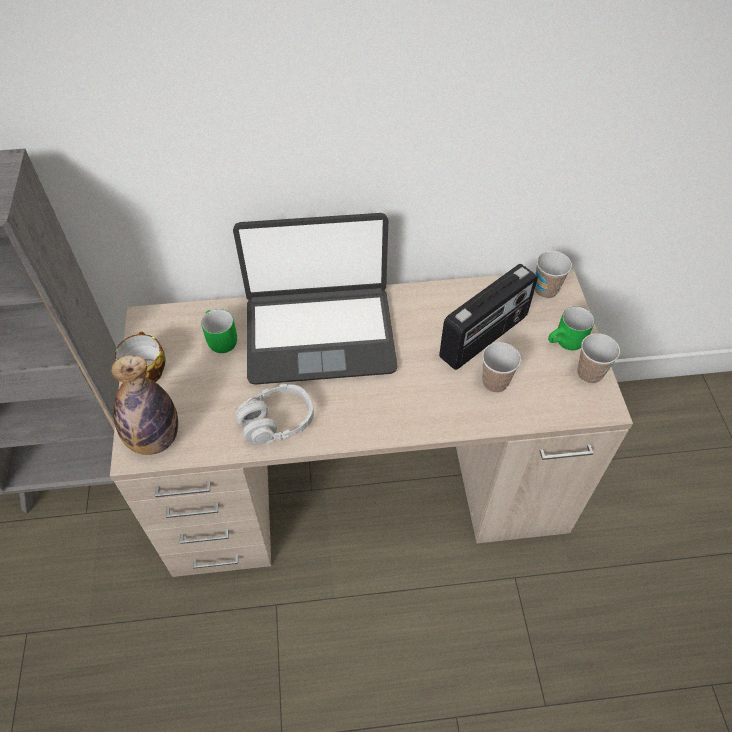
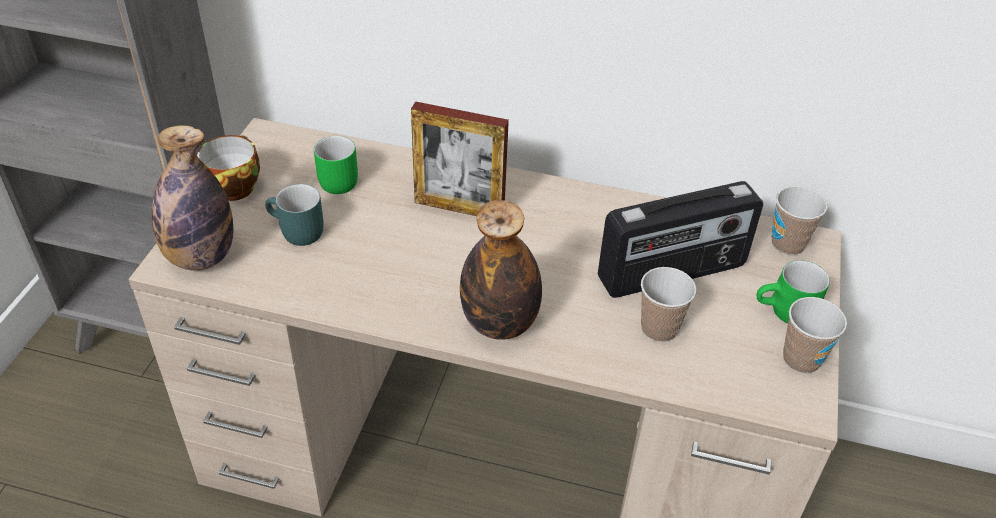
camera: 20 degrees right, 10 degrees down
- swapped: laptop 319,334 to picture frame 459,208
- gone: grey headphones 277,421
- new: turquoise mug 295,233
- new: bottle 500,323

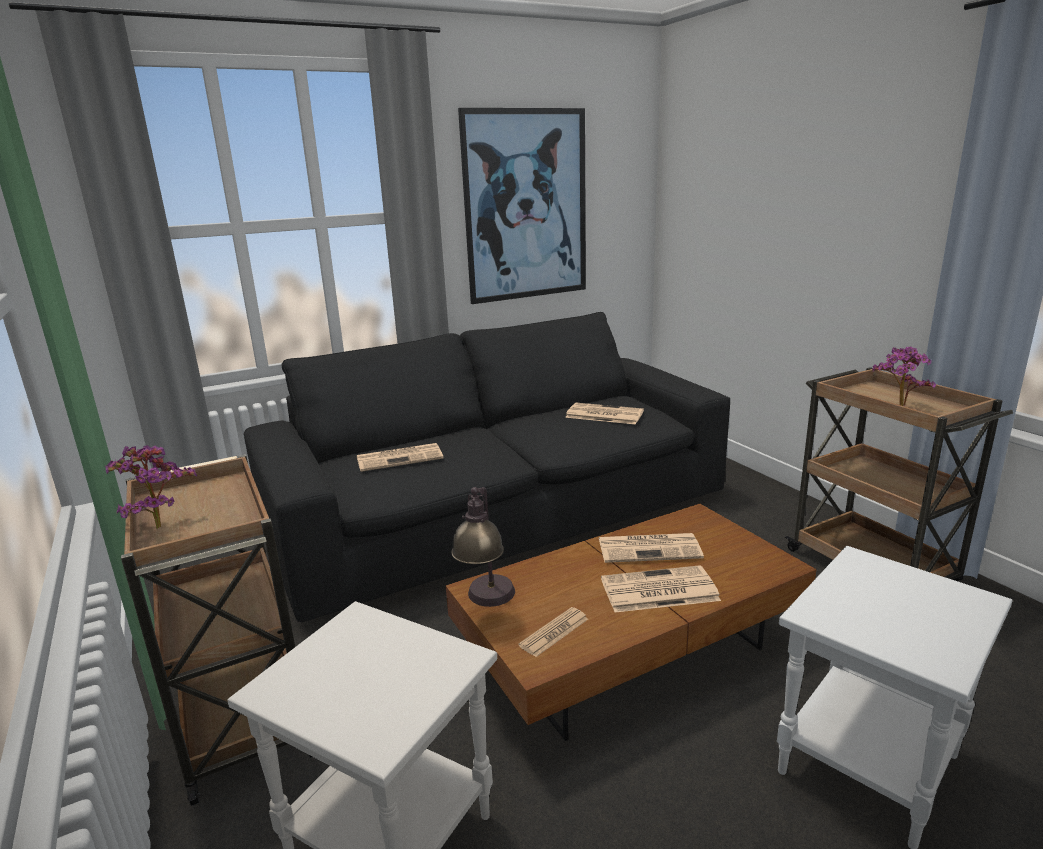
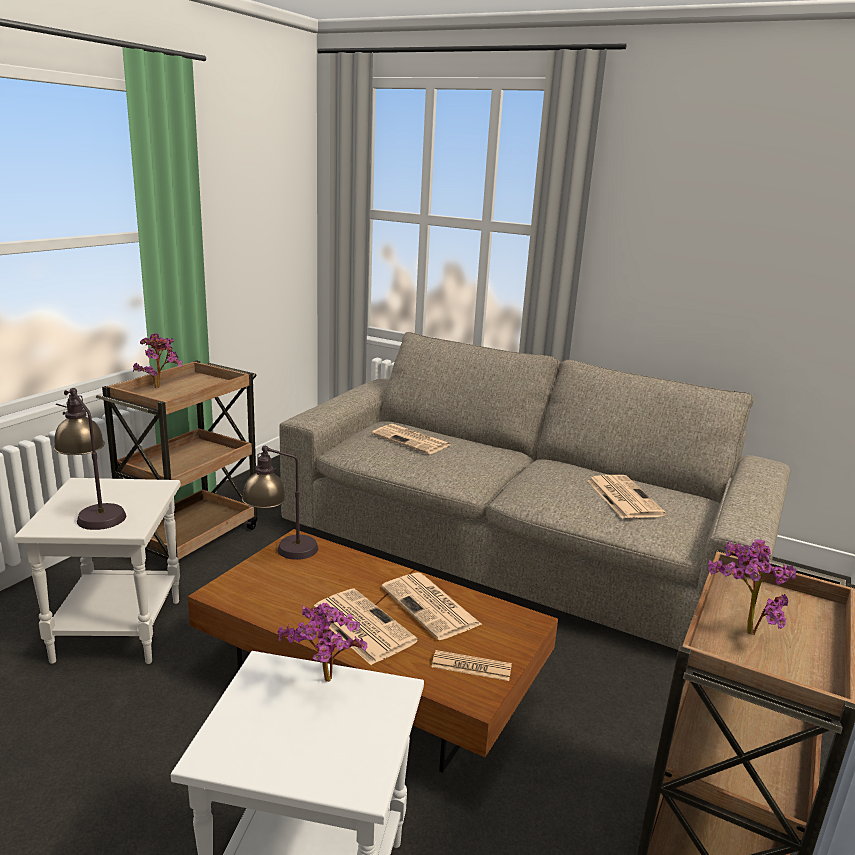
camera: 55 degrees right, 0 degrees up
- gone: picture 526,206
- repainted: black sofa 501,514 to beige sofa 515,548
- shifted: newspaper 554,632 to 471,666
- new: table lamp 93,512
- new: potted plant 324,684

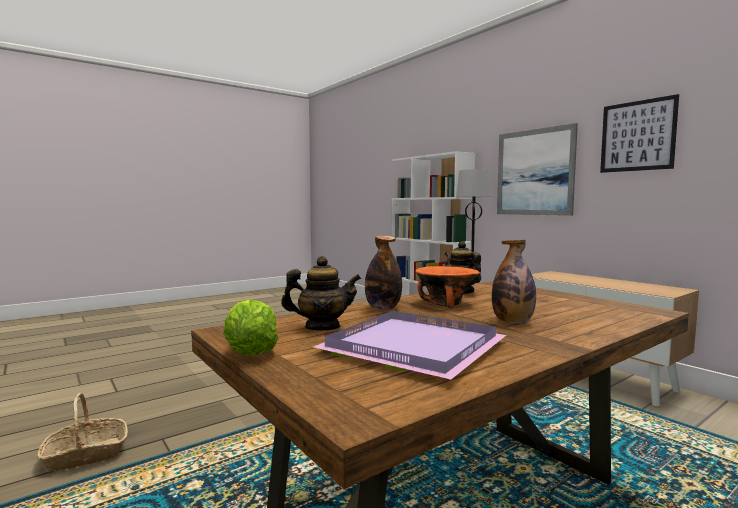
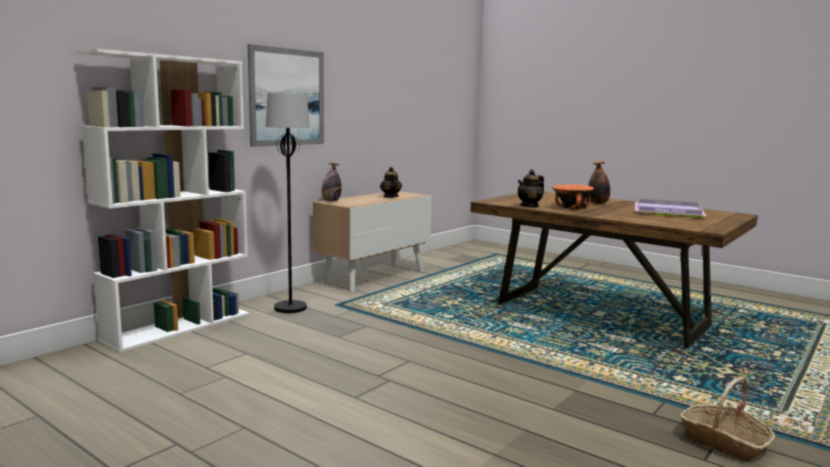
camera: 105 degrees left, 5 degrees up
- gone: picture 637,136
- shifted: bottle 383,308 to 331,201
- shifted: teapot 322,327 to 390,197
- gone: lettuce 250,353

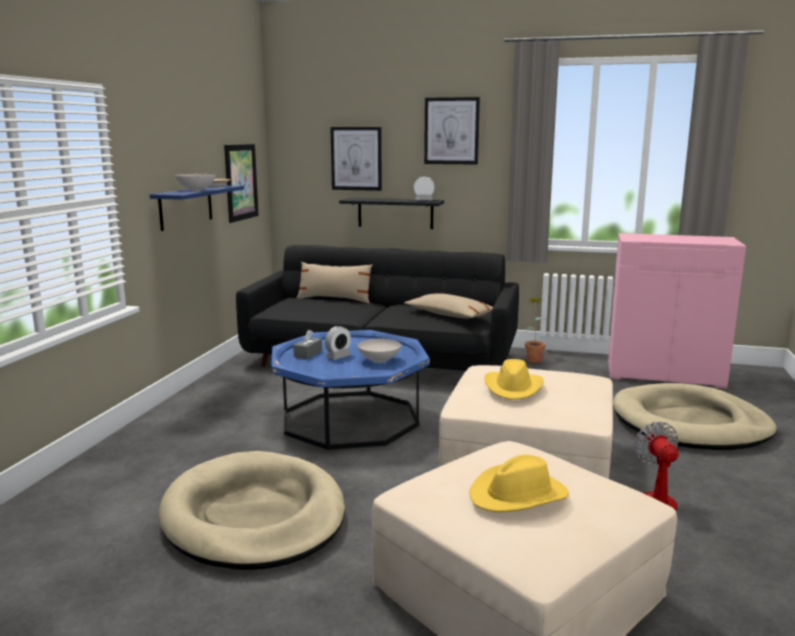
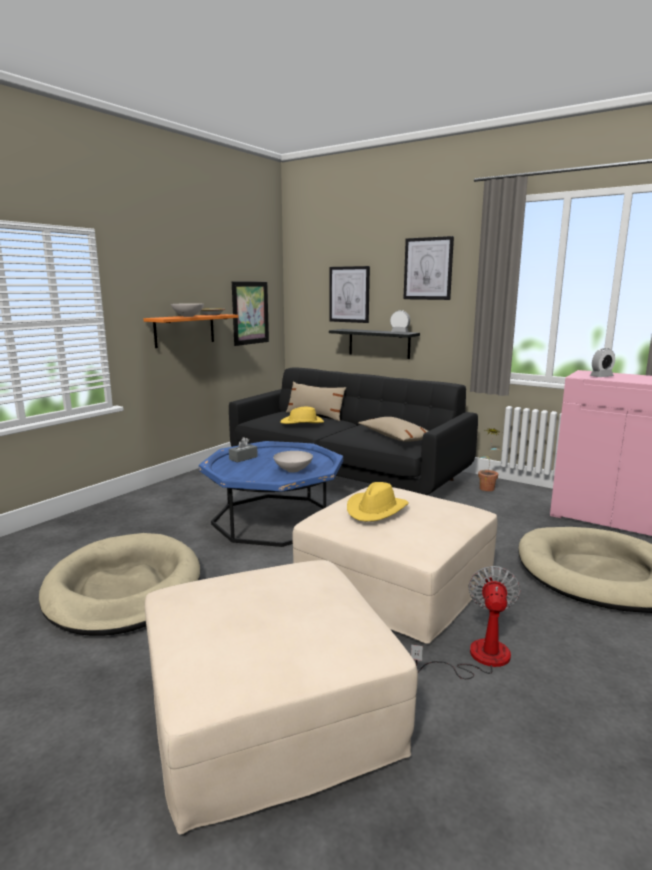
camera: 20 degrees right, 0 degrees up
- repainted: blue shelf 186,207 to orange shelf 184,330
- shifted: alarm clock 338,356 to 601,376
- shifted: yellow hat 518,495 to 302,422

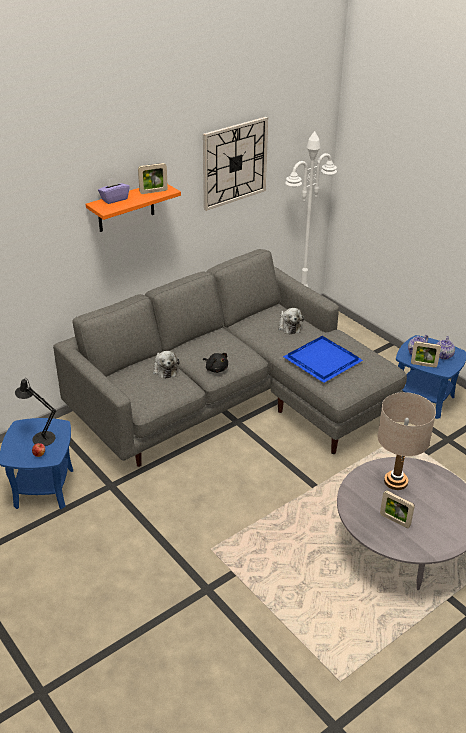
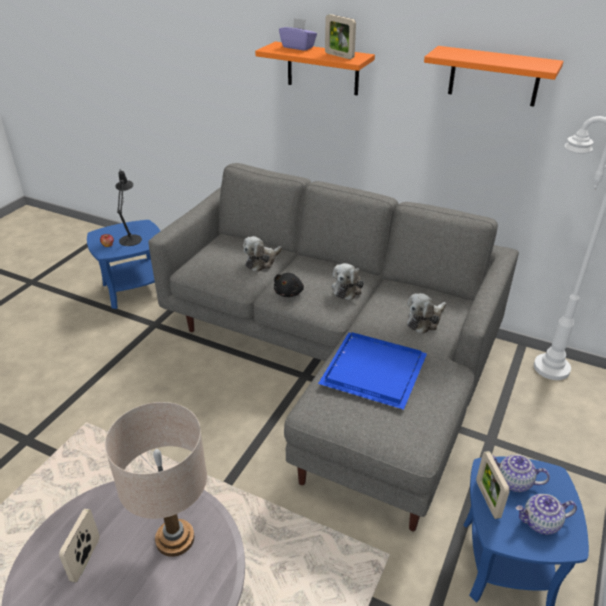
camera: 65 degrees right, 0 degrees up
- swapped: wall clock 234,163 to orange shelf 494,76
- new: plush toy 347,288

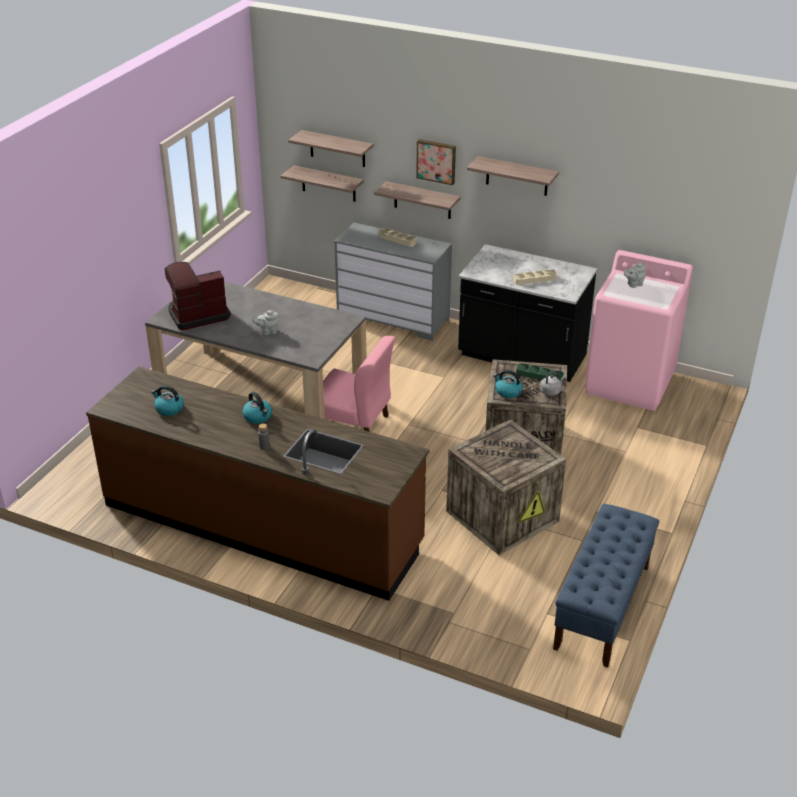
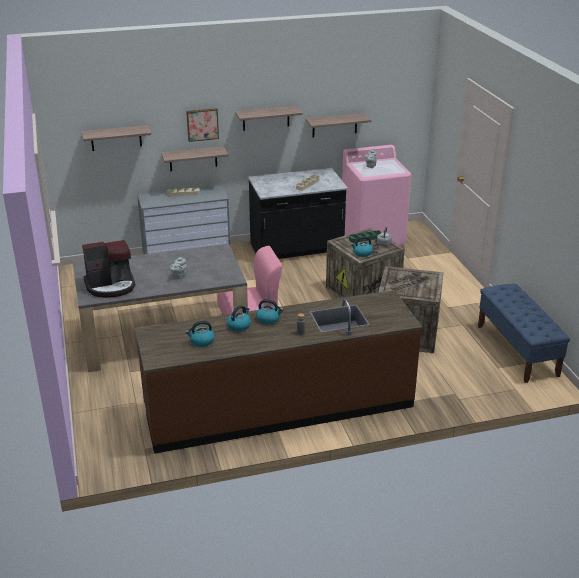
camera: 40 degrees left, 5 degrees down
- shifted: shelf 328,184 to 334,125
- rotated: coffee machine 197,314 = 111,286 135 degrees counterclockwise
- new: kettle 239,326

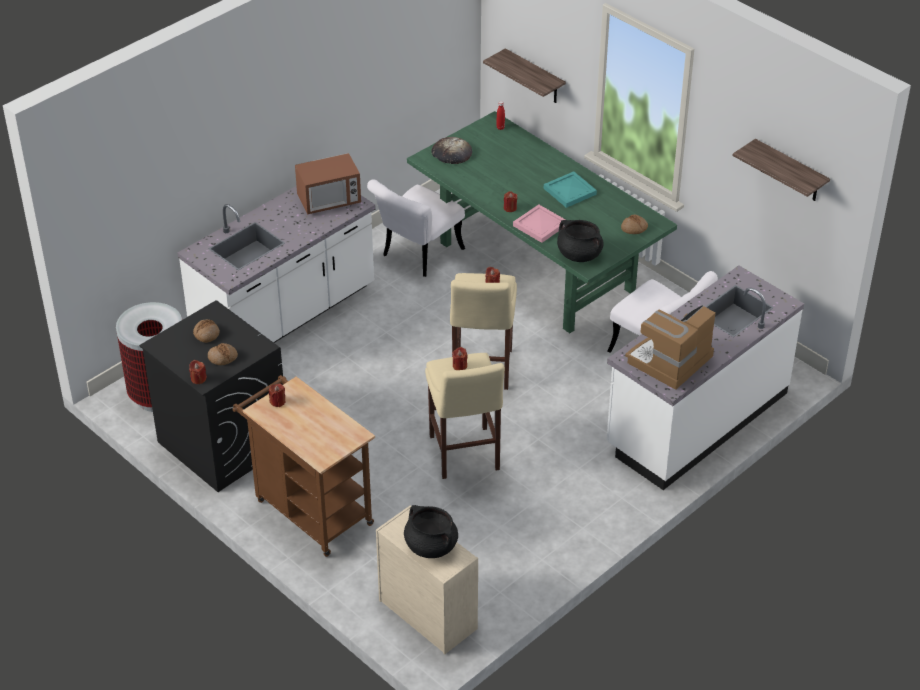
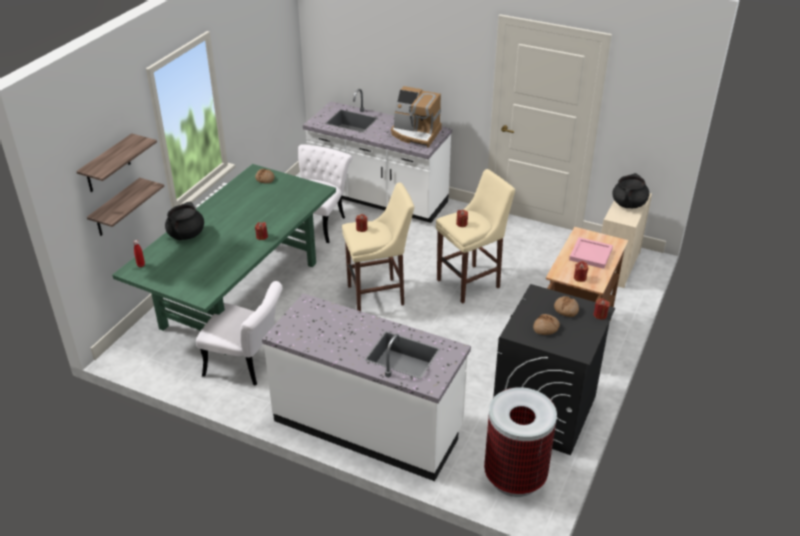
camera: 110 degrees left, 5 degrees down
- gone: bread 451,153
- shifted: shelf 790,172 to 107,164
- gone: microwave 329,201
- gone: turquoise tray 569,192
- shifted: pink tray 539,225 to 591,255
- shifted: black cooking pot 579,255 to 186,235

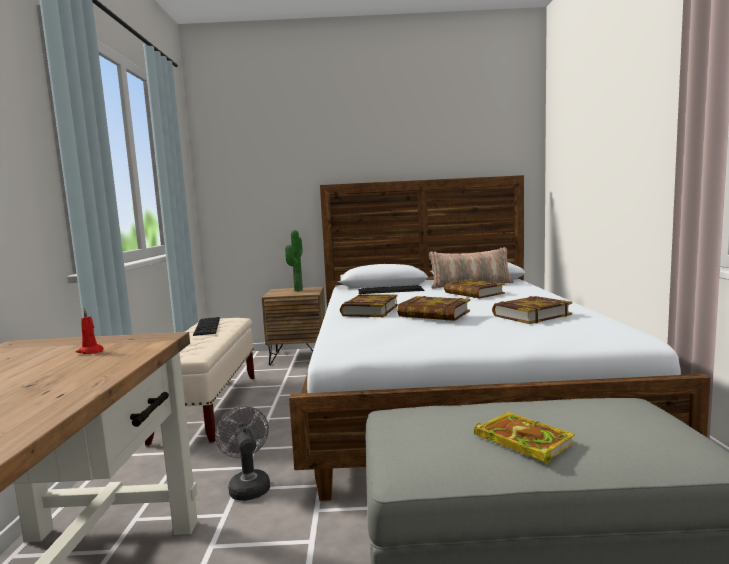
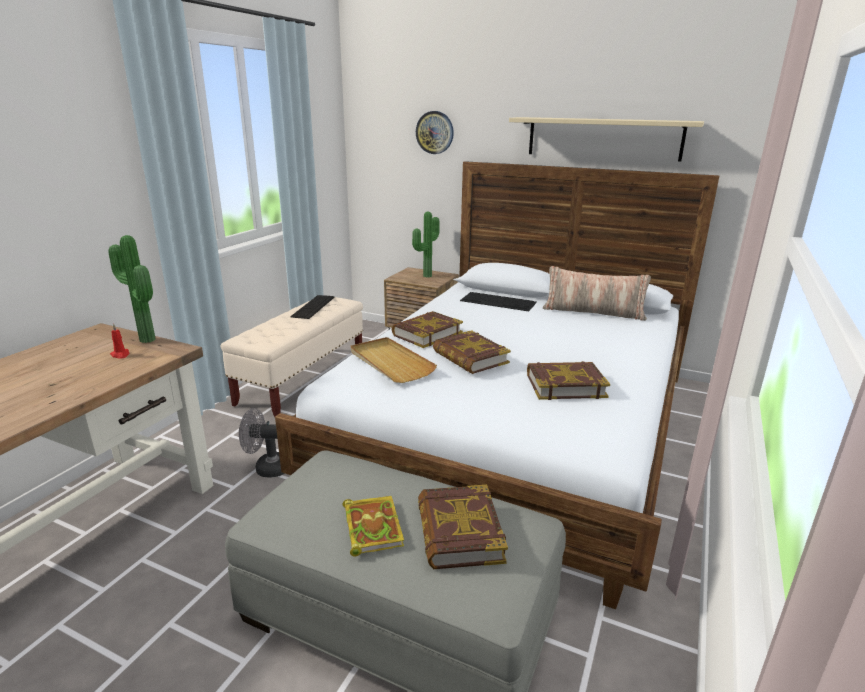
camera: 25 degrees right, 15 degrees up
- shifted: book 473,293 to 459,532
- rotated: grey fan 248,486 = 267,468 90 degrees counterclockwise
- new: wall clock 435,132
- new: beige shelf 603,138
- new: potted plant 144,341
- new: beige tray 390,362

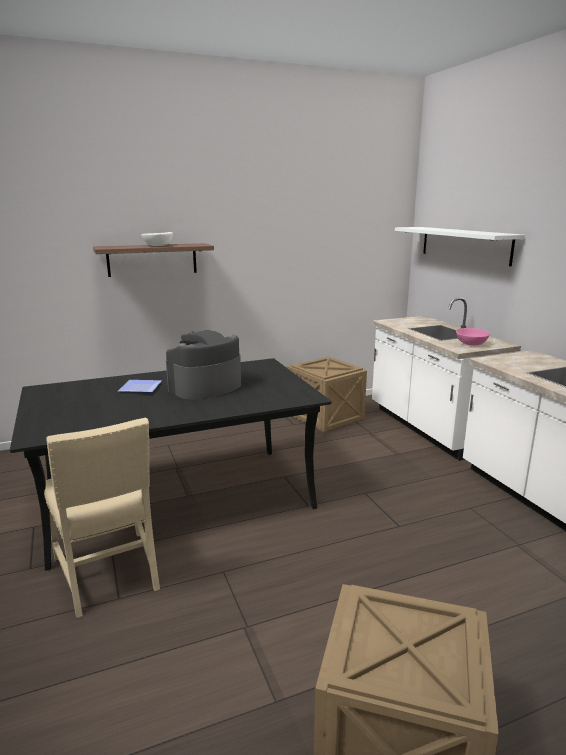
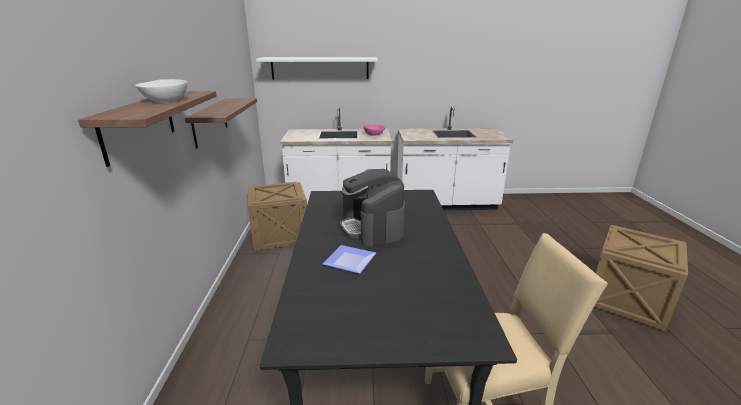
camera: 70 degrees left, 5 degrees up
- new: shelf 210,121

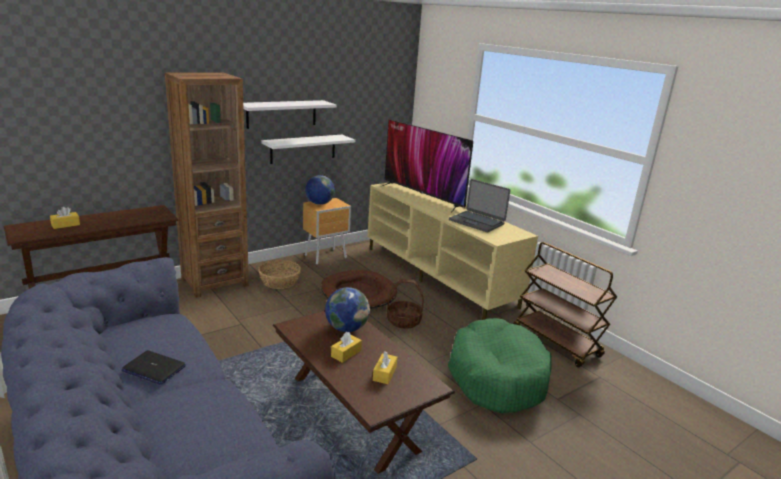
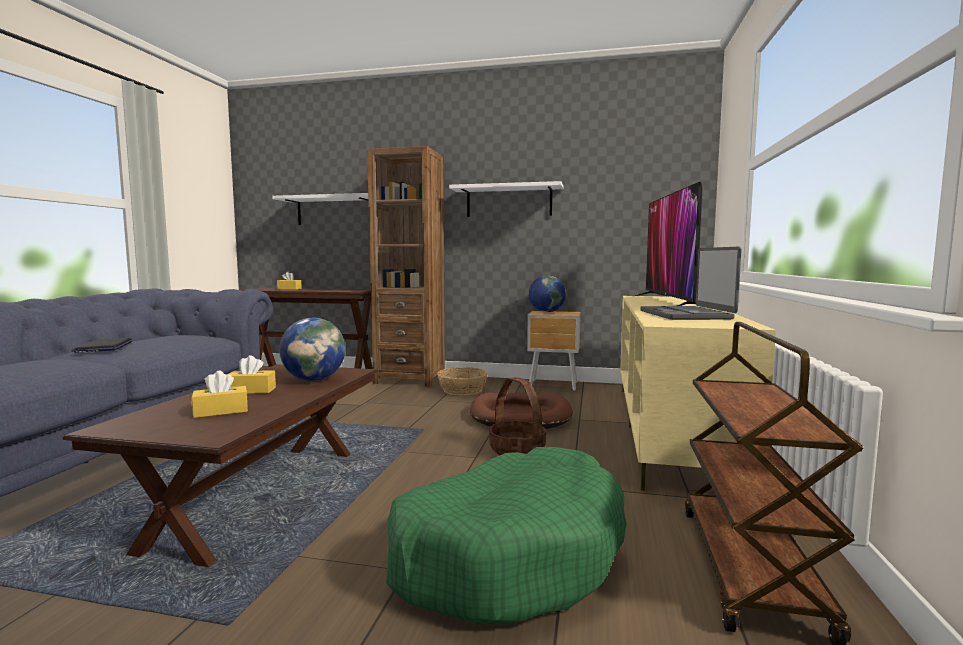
camera: 50 degrees right, 15 degrees down
- shifted: white shelf 303,148 to 334,211

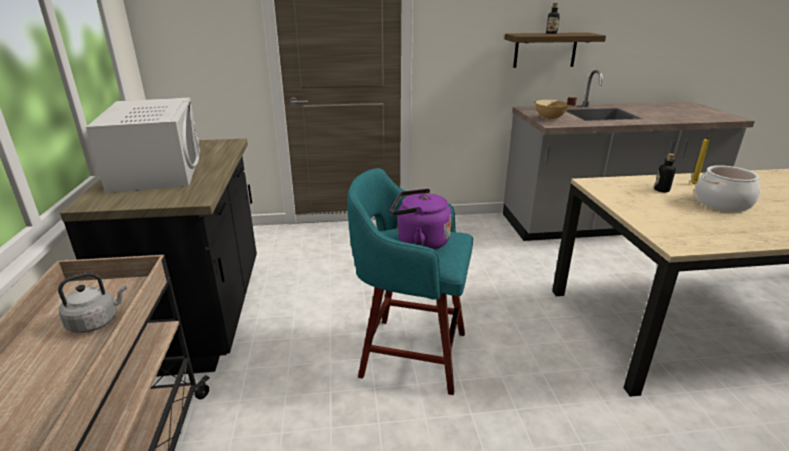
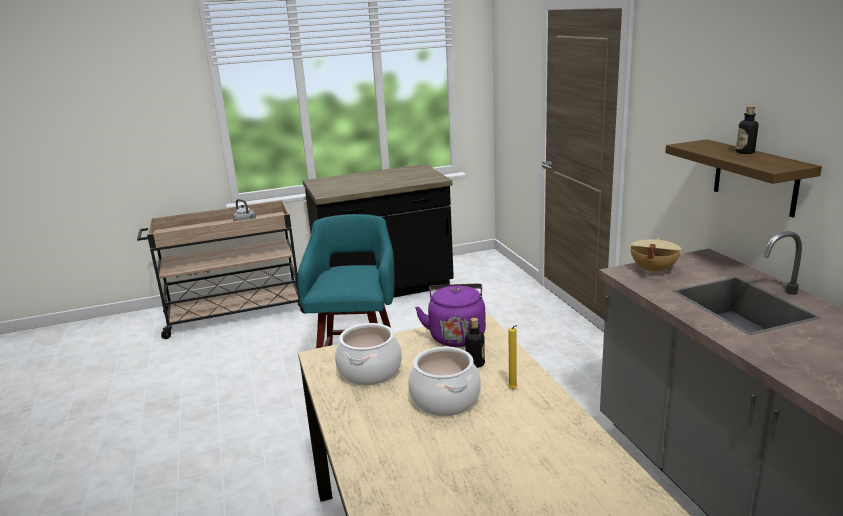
camera: 80 degrees right, 5 degrees down
- gone: white microwave 157,170
- shifted: purple kettle 419,242 to 456,335
- new: cooking pot 370,371

